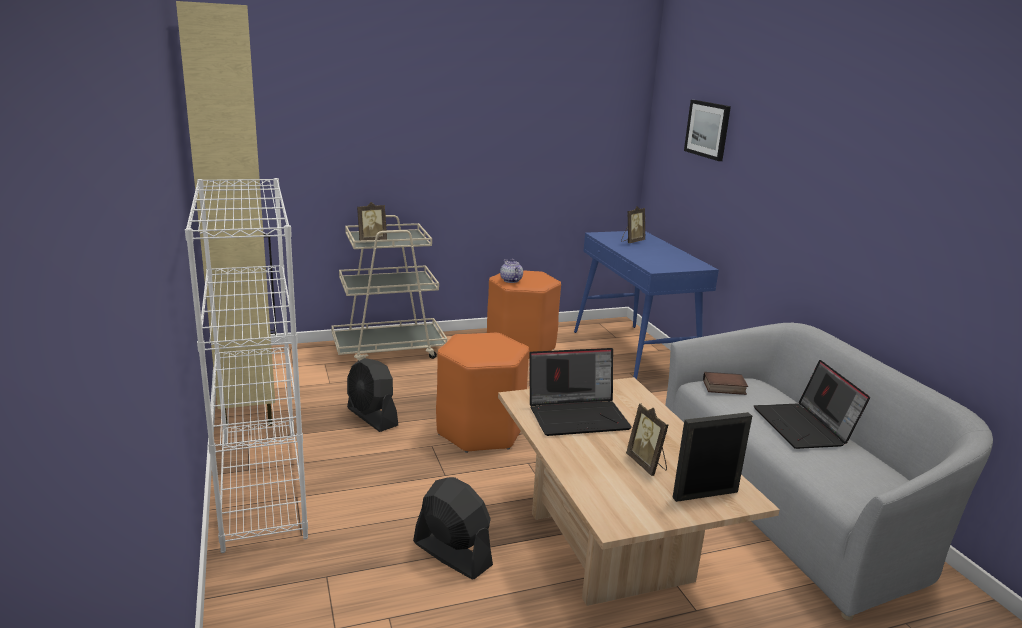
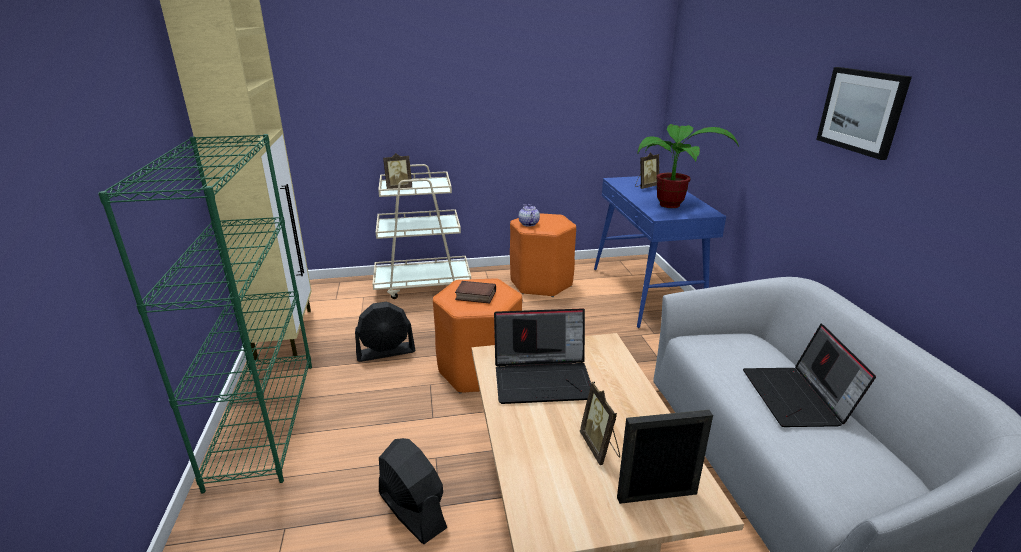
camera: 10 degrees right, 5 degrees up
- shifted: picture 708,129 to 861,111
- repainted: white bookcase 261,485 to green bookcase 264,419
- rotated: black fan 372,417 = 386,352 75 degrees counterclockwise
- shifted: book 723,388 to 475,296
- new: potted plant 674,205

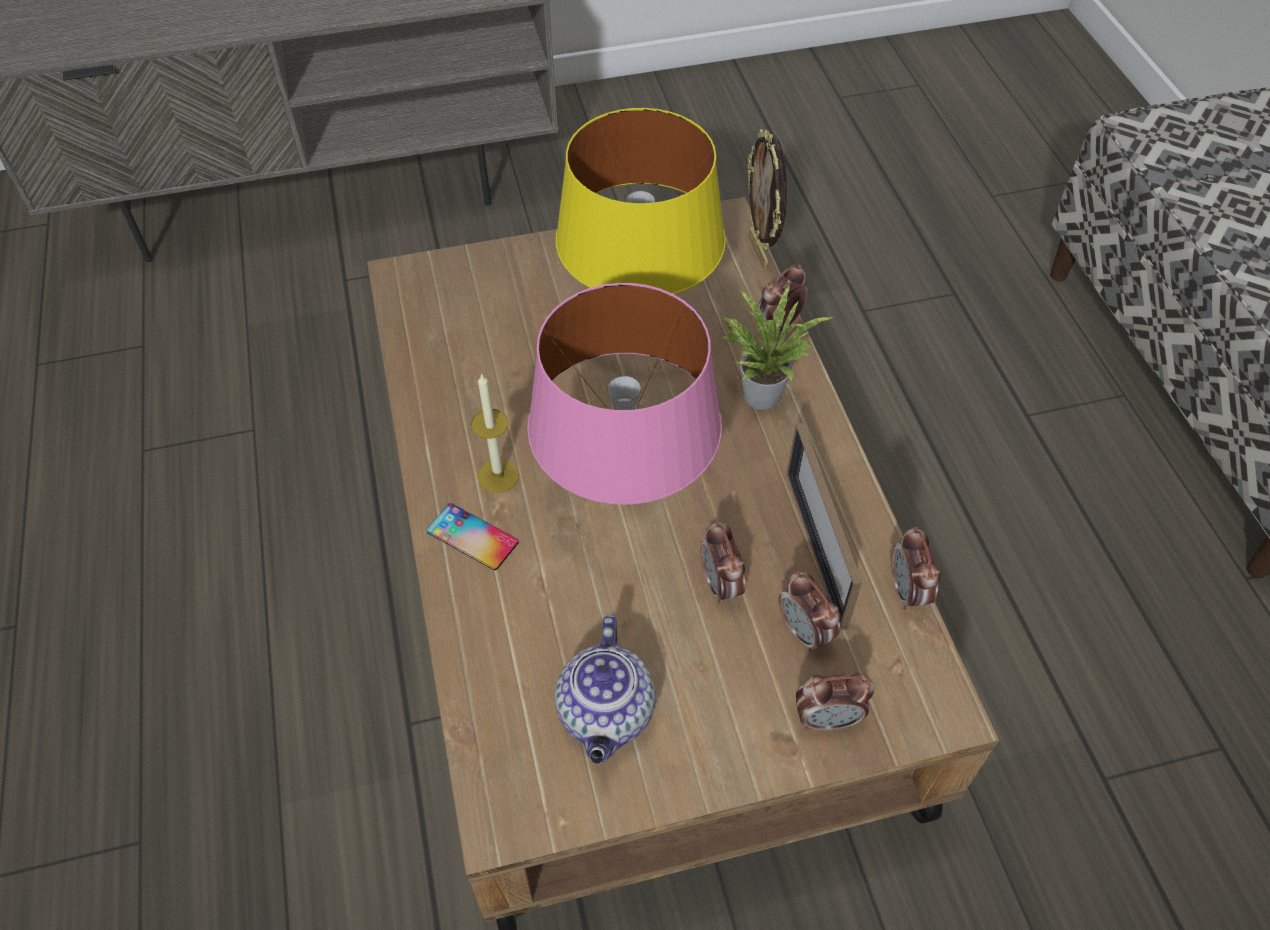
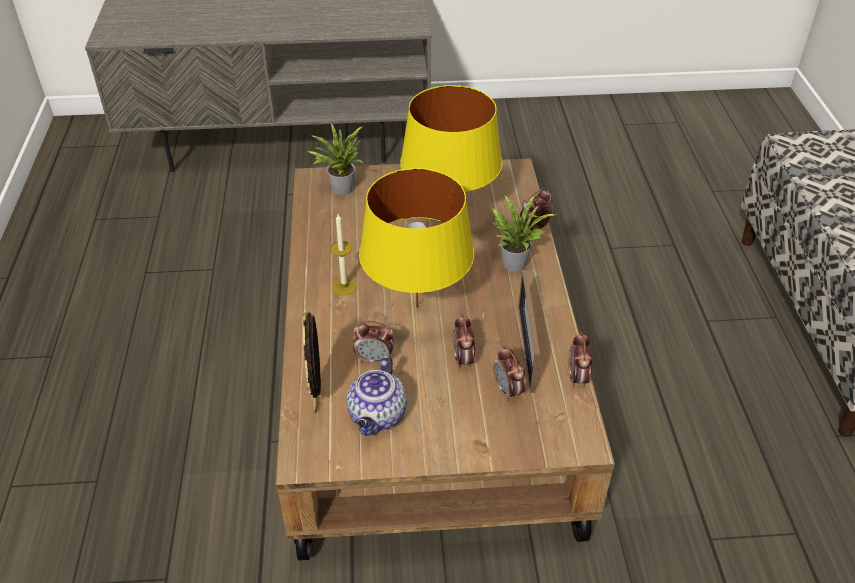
camera: 10 degrees right, 10 degrees down
- shifted: picture frame 759,251 to 317,397
- repainted: pink table lamp 625,497 to yellow table lamp 417,307
- gone: phone 472,537
- shifted: alarm clock 827,719 to 374,359
- new: potted plant 340,188

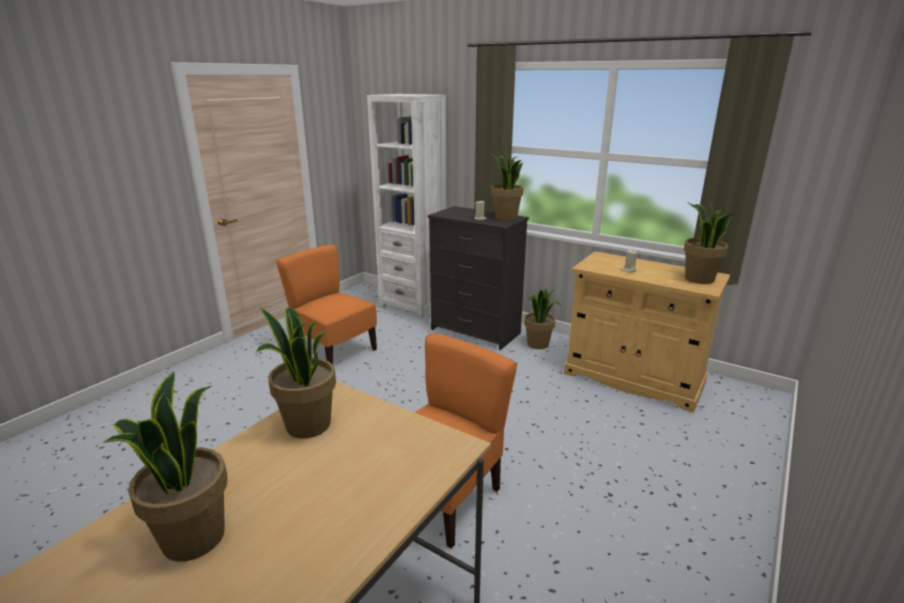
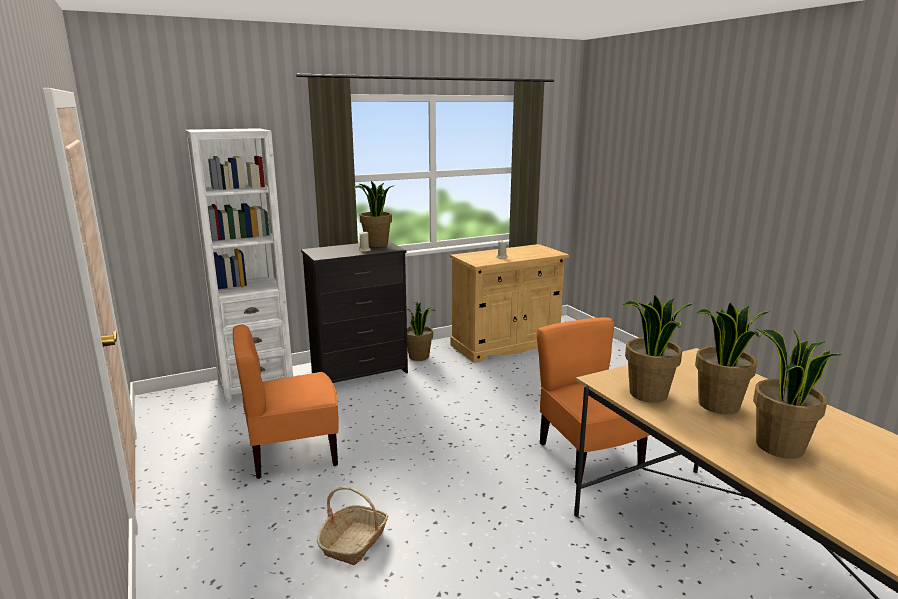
camera: 60 degrees left, 5 degrees down
- shifted: potted plant 698,279 to 719,405
- new: basket 354,542

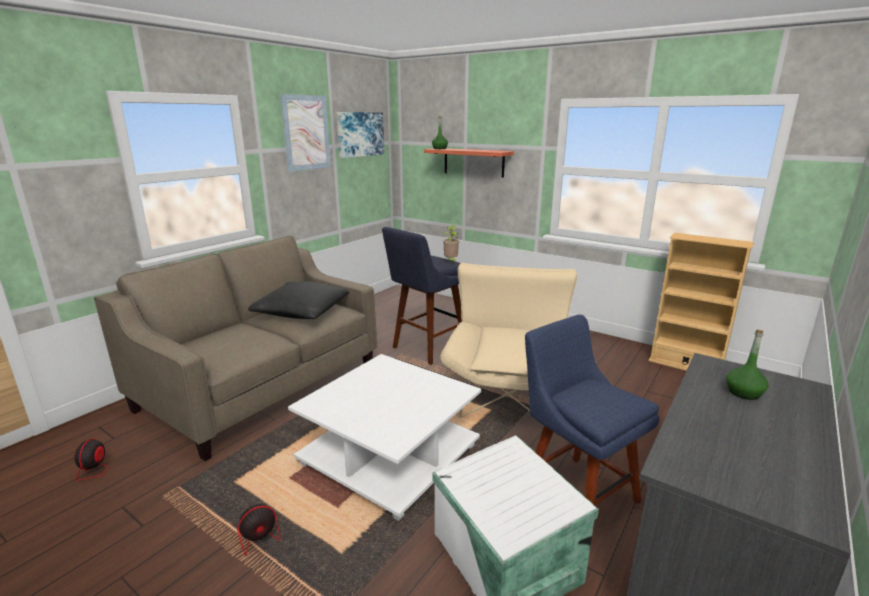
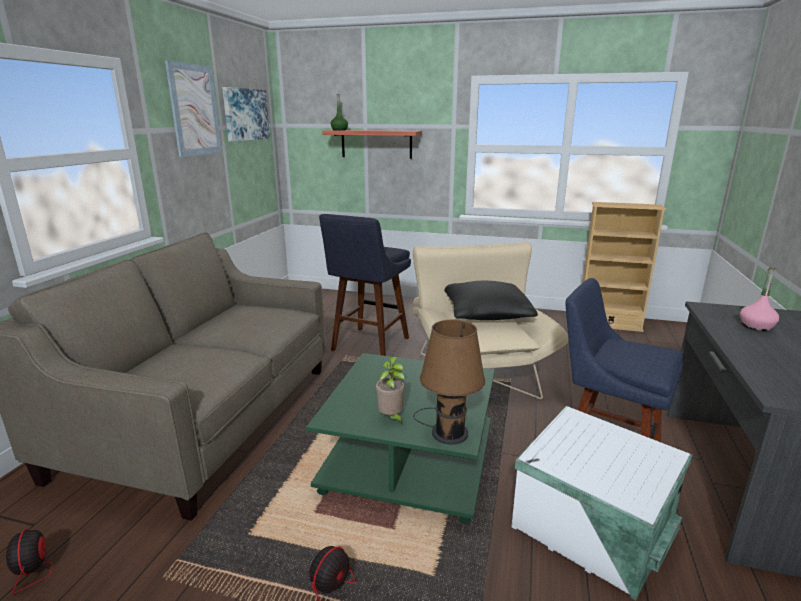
camera: 20 degrees left, 0 degrees up
- shifted: potted plant 451,261 to 391,418
- shifted: black pillow 302,312 to 486,314
- repainted: green bottle 743,392 to pink bottle 756,326
- repainted: white coffee table 389,454 to green coffee table 408,459
- new: brown table lamp 447,431

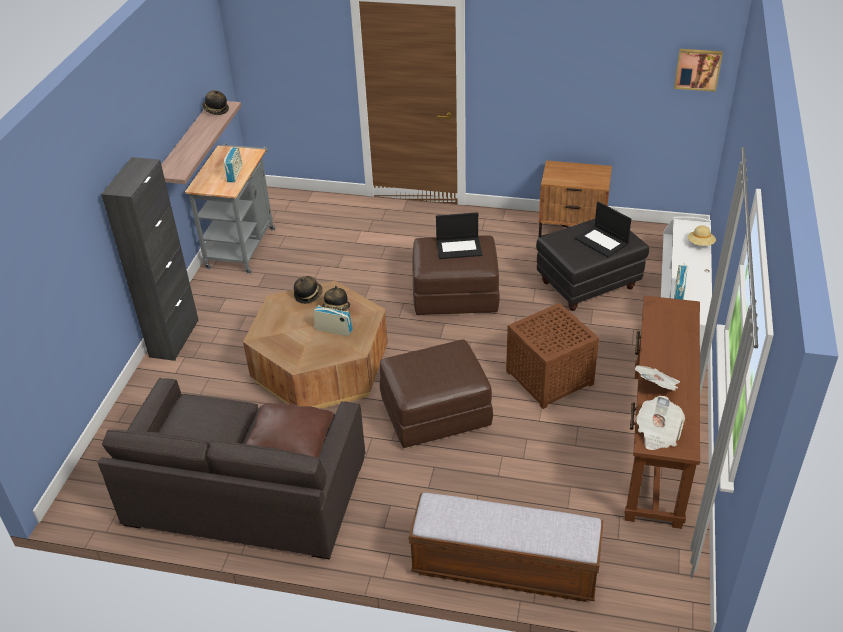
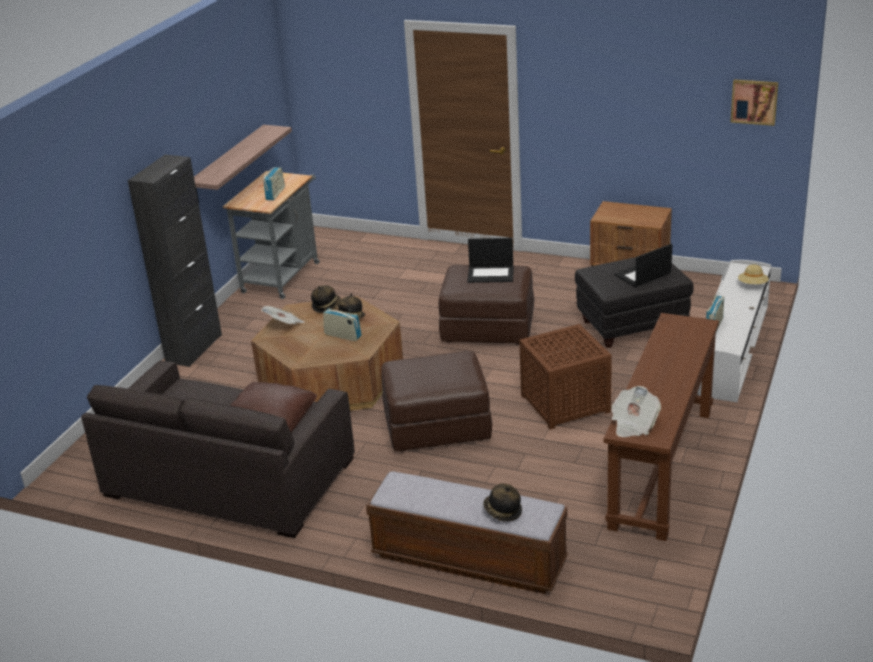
camera: 10 degrees right, 10 degrees down
- shifted: hat 215,110 to 502,511
- rotated: laptop 602,241 = 642,275 90 degrees clockwise
- shifted: newspaper 657,386 to 284,325

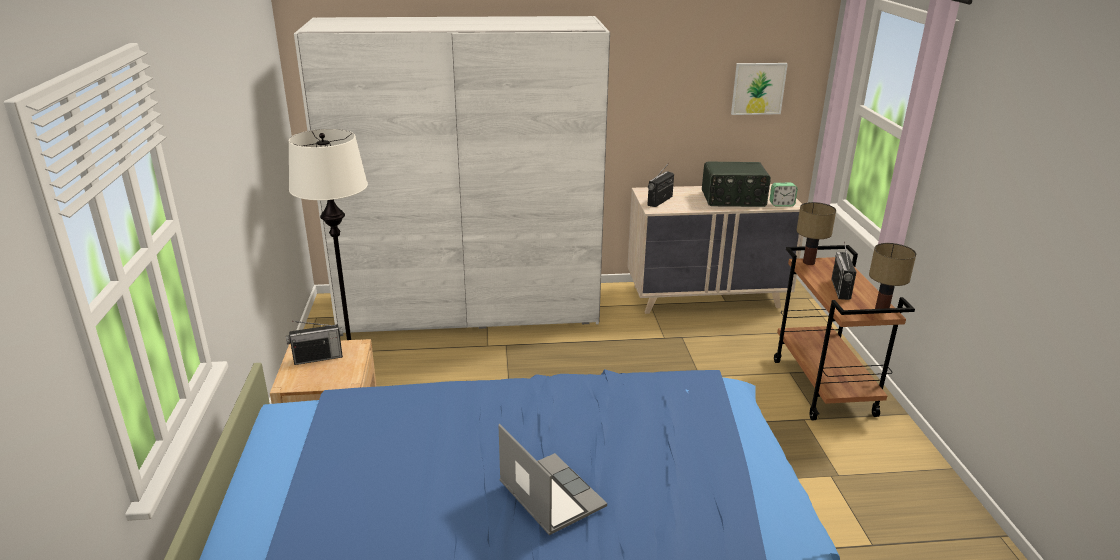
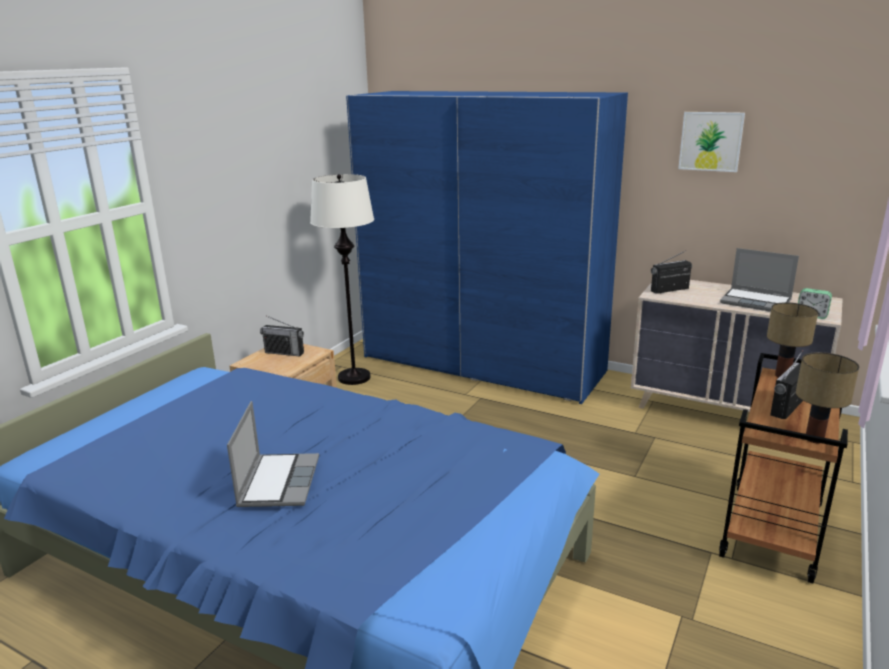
camera: 35 degrees right, 5 degrees down
- repainted: white wardrobe 470,308 to blue wardrobe 482,364
- shifted: picture 758,88 to 711,141
- swapped: radio 733,199 to laptop 756,302

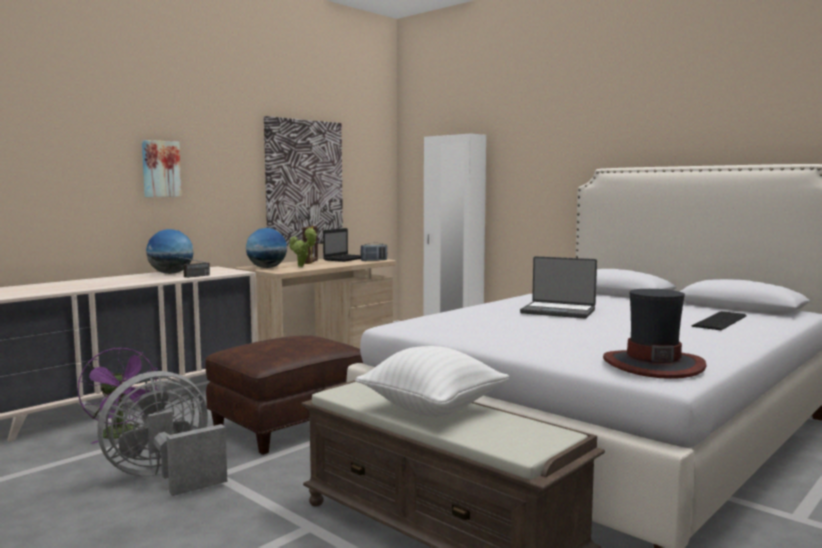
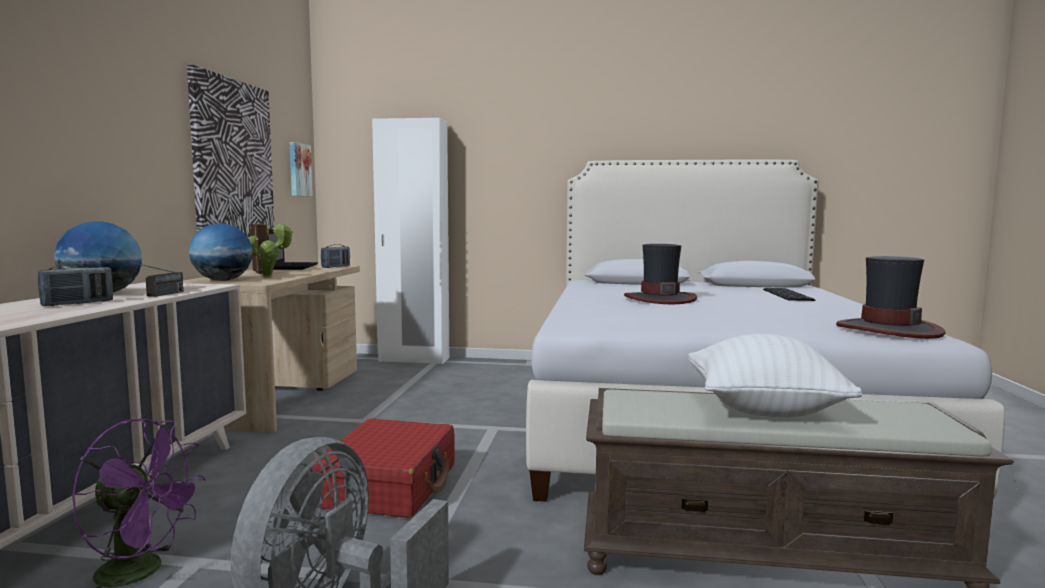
camera: 35 degrees left, 0 degrees up
- shifted: picture 160,169 to 299,170
- swapped: laptop 558,311 to hat 659,299
- swapped: brown ottoman 290,425 to red suitcase 389,486
- new: radio 78,303

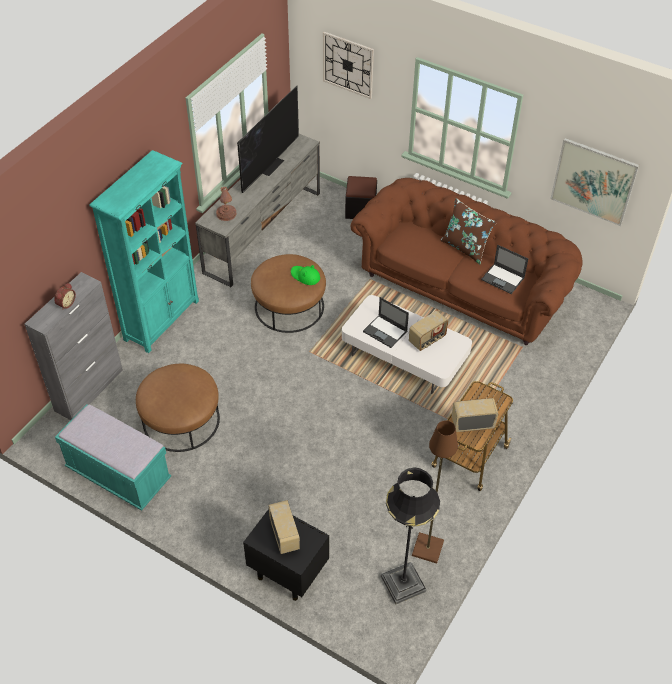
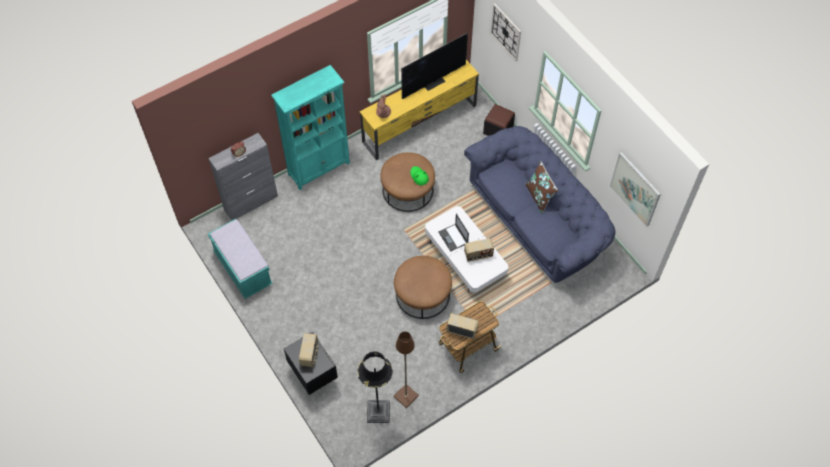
camera: 25 degrees right, 10 degrees up
- repainted: grey tv stand 264,232 to yellow tv stand 420,124
- repainted: brown sofa 463,286 to blue sofa 537,219
- gone: laptop 503,279
- shifted: brown ottoman 181,420 to 422,294

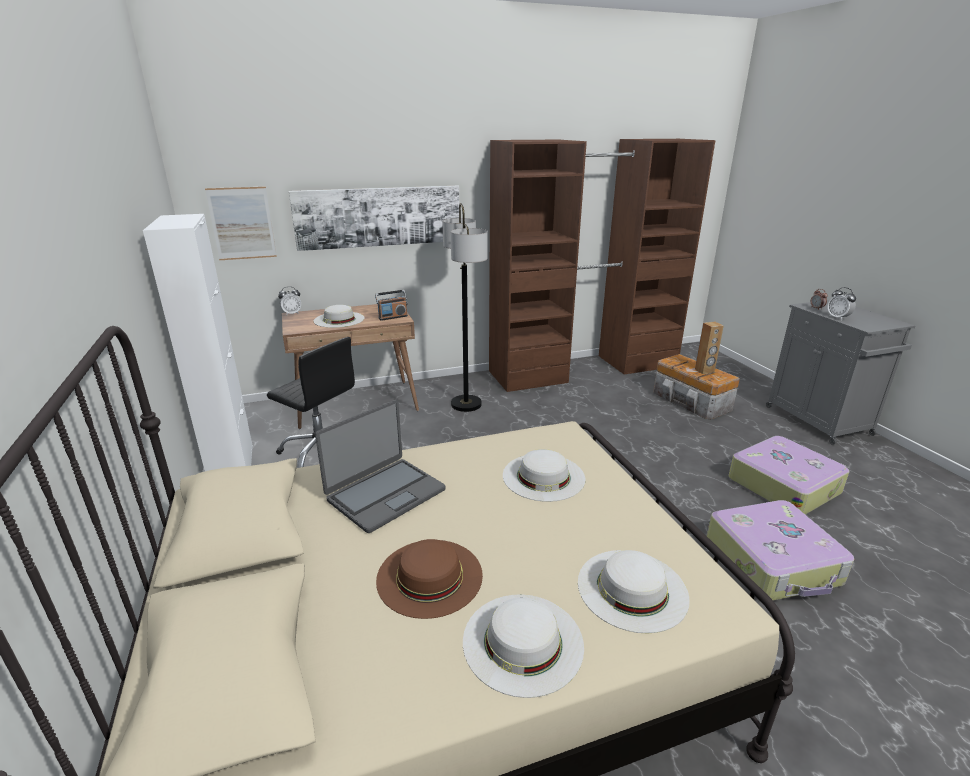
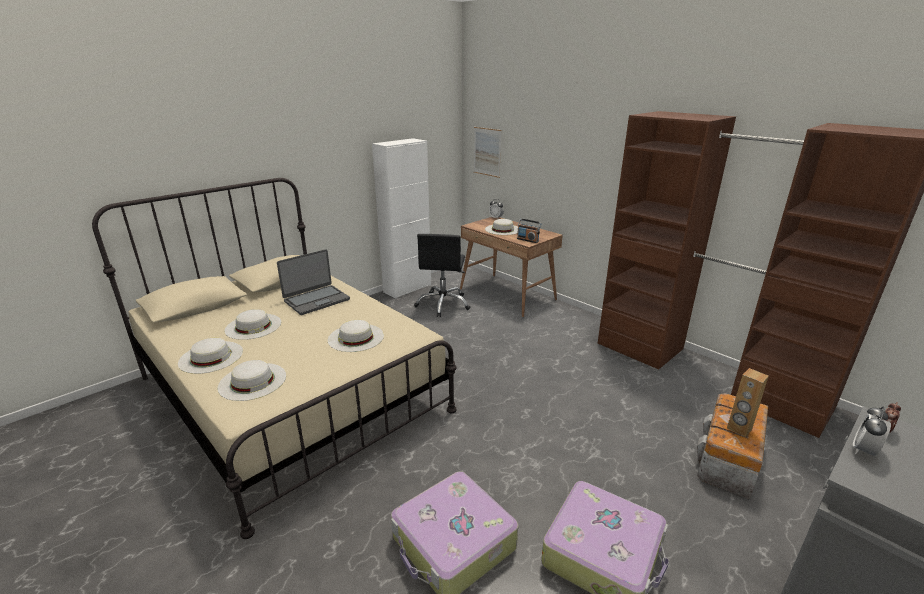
camera: 65 degrees right, 0 degrees up
- gone: picture 379,217
- gone: floor lamp 466,404
- rotated: laptop 385,494 = 316,300 60 degrees counterclockwise
- repainted: brown hat 429,576 to white hat 253,326

